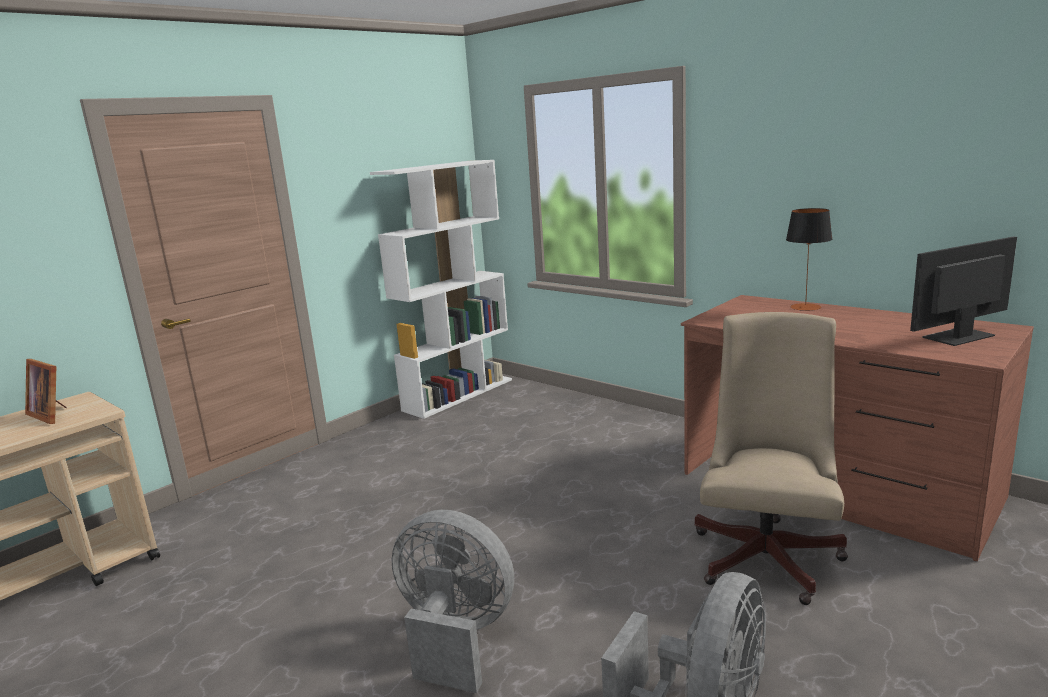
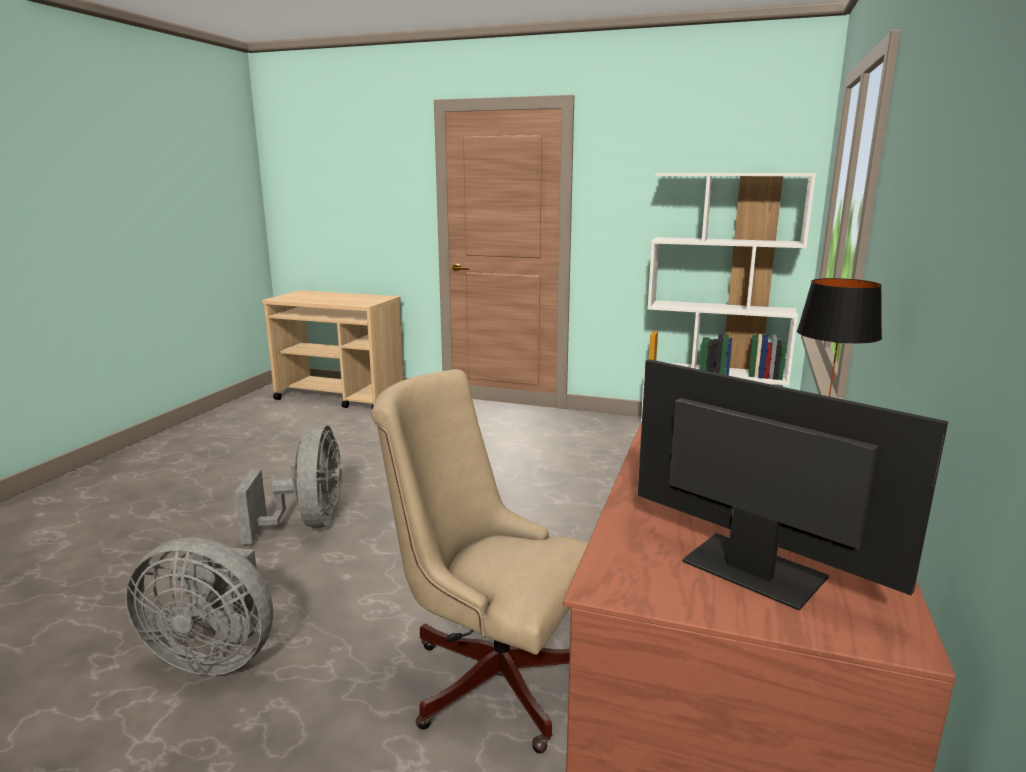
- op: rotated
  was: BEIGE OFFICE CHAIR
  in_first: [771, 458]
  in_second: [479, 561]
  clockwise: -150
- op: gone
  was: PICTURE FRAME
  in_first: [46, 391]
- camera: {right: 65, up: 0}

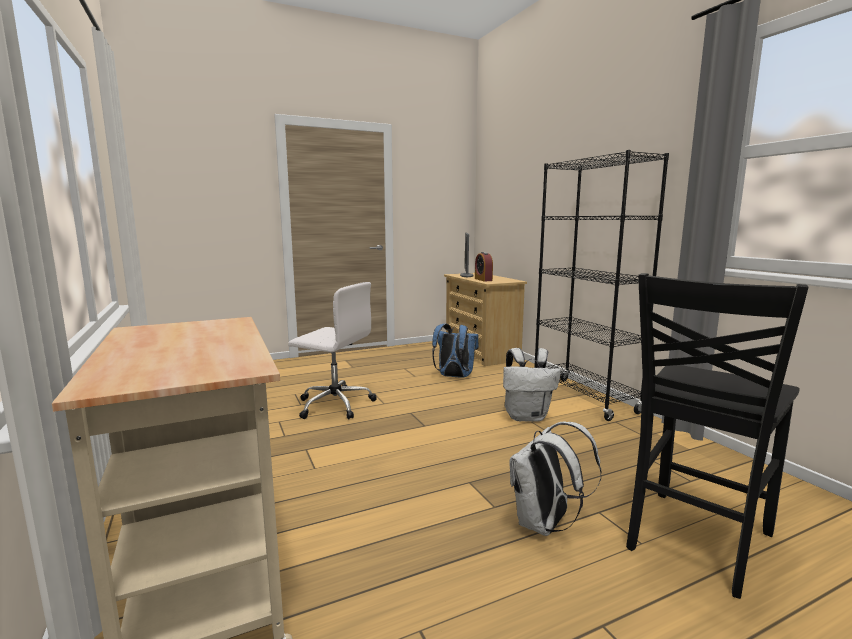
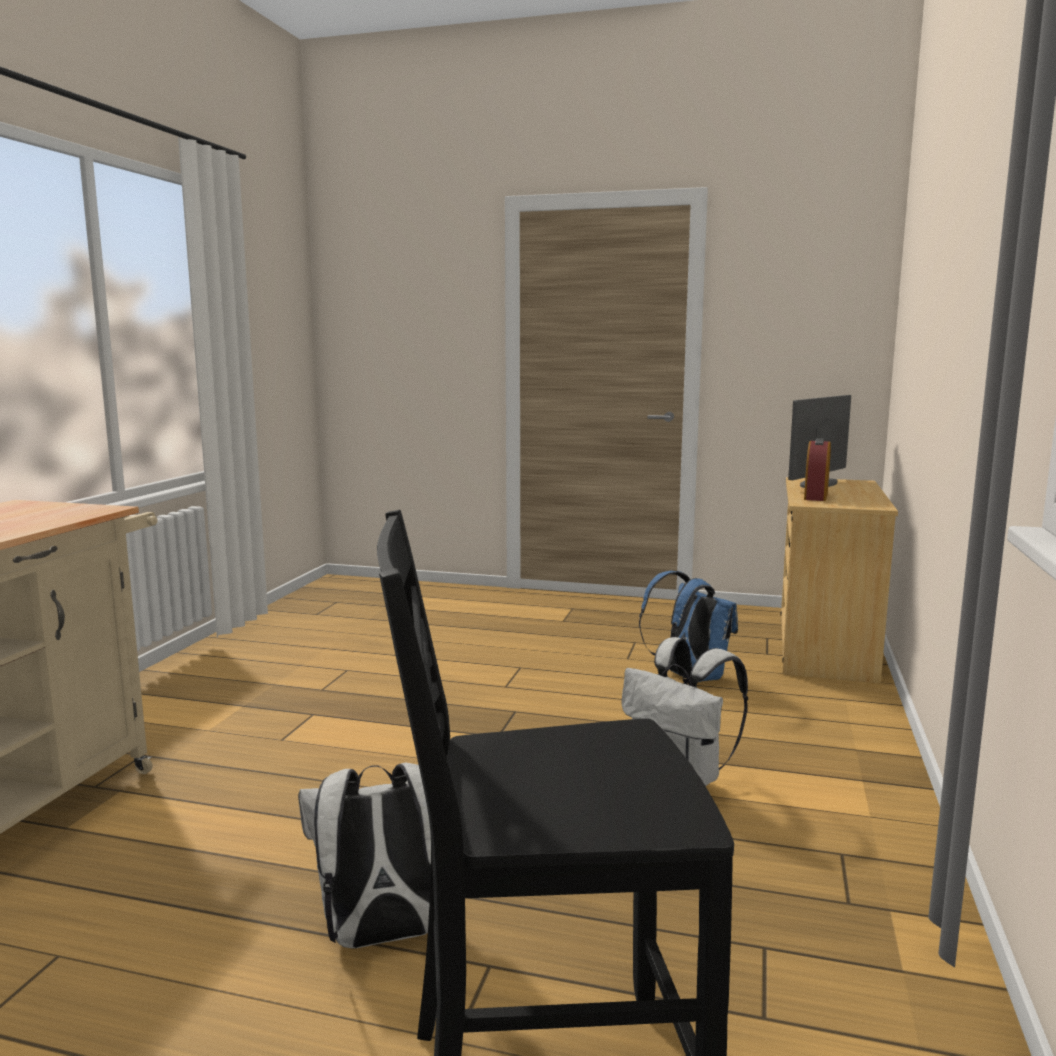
- op: gone
  was: WHITE OFFICE CHAIR
  in_first: [332, 350]
- op: gone
  was: BLACK BOOKCASE
  in_first: [601, 285]
- camera: {right: 40, up: 0}

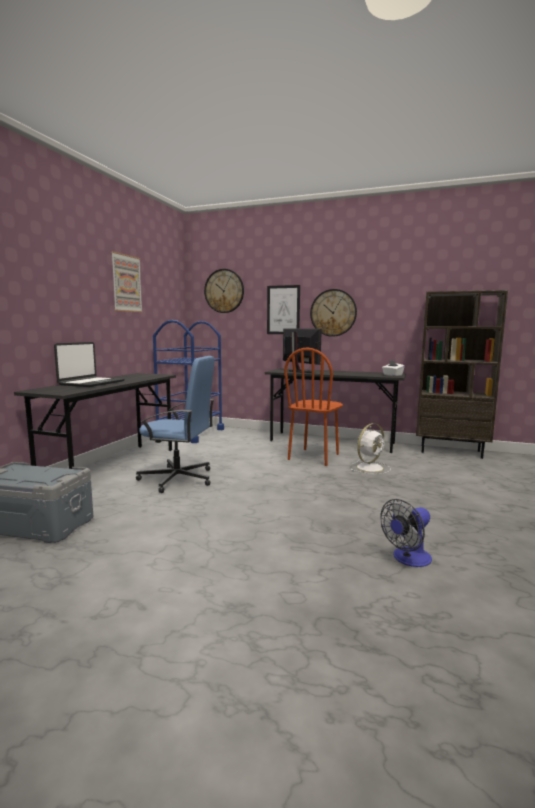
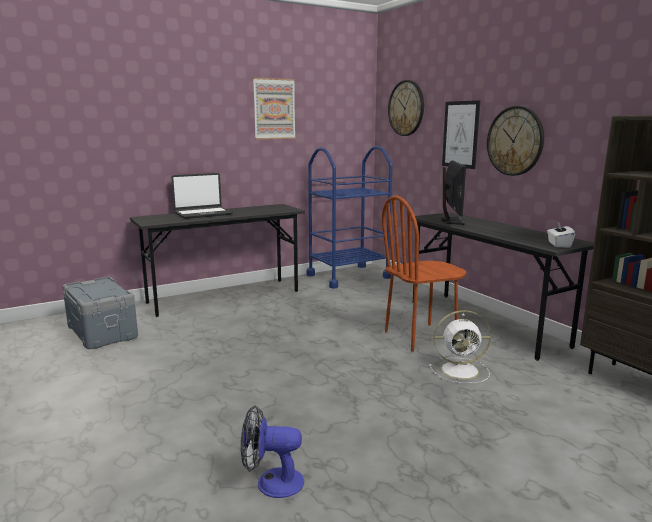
- op: gone
  was: BLUE OFFICE CHAIR
  in_first: [175, 424]
- camera: {right: 40, up: 5}

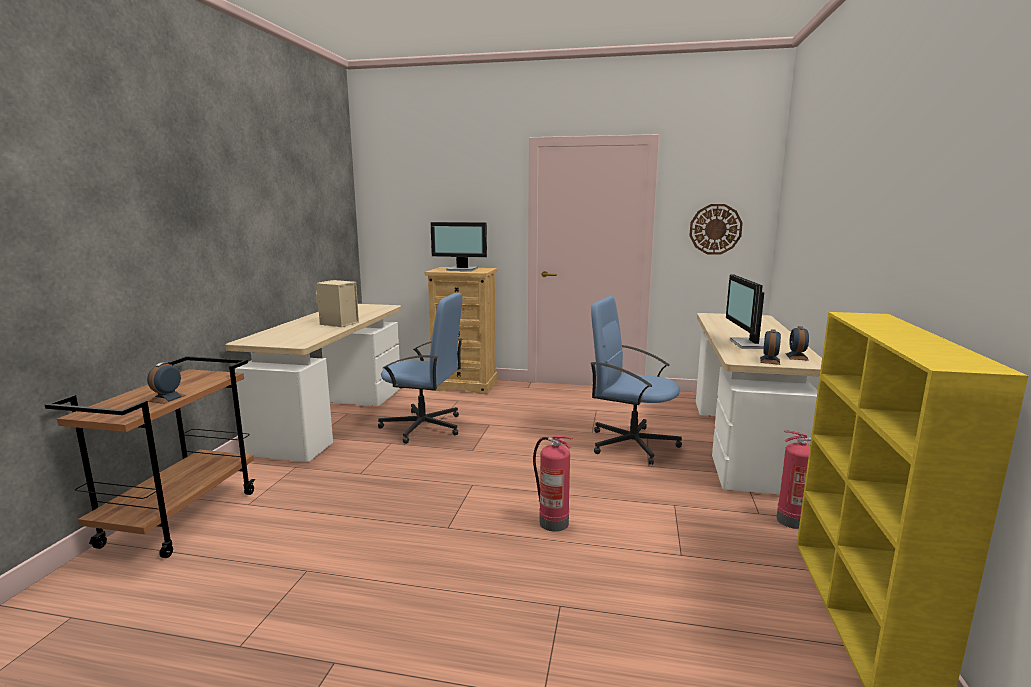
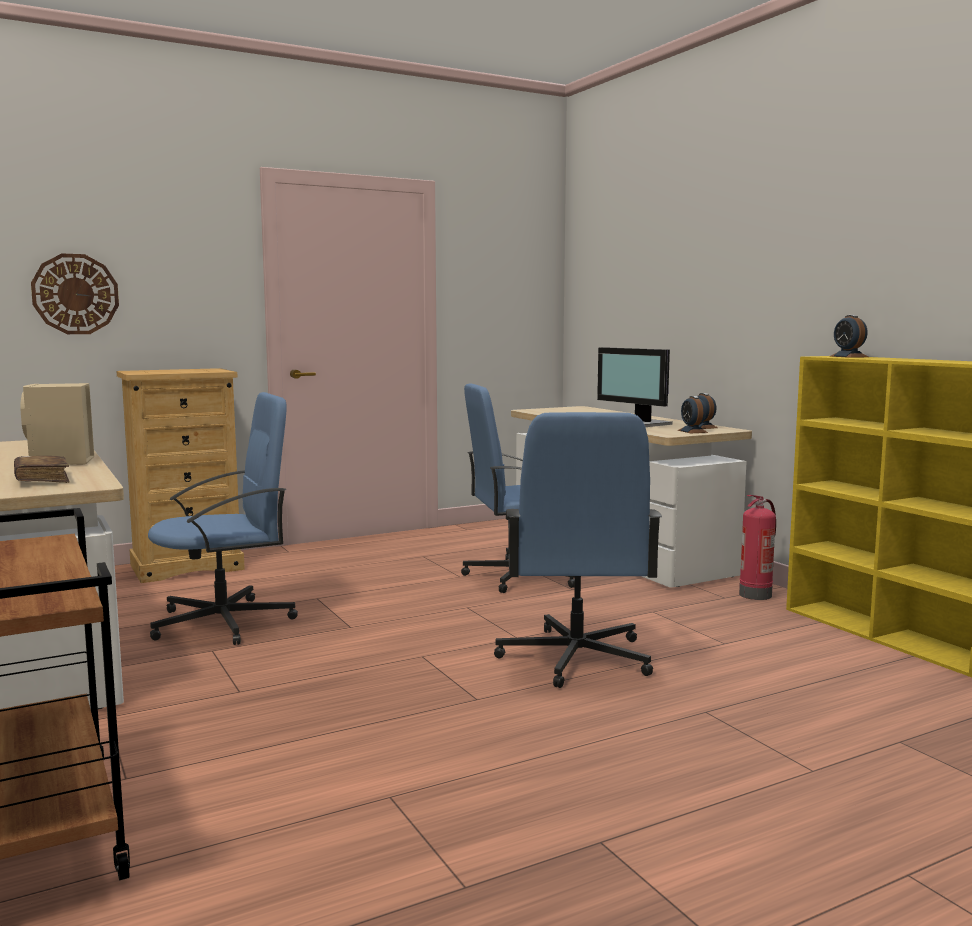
- op: new
  now: BROWN BOOK
  in_second: [42, 469]
- op: shifted
  was: WALL CLOCK
  in_first: [716, 229]
  in_second: [75, 294]
- op: swapped
  was: FIRE EXTINGUISHER
  now: BLUE OFFICE CHAIR
  in_first: [553, 484]
  in_second: [578, 550]
- op: shifted
  was: ALARM CLOCK
  in_first: [166, 383]
  in_second: [849, 336]
- op: gone
  was: MONITOR
  in_first: [458, 246]
- camera: {right: -40, up: -5}

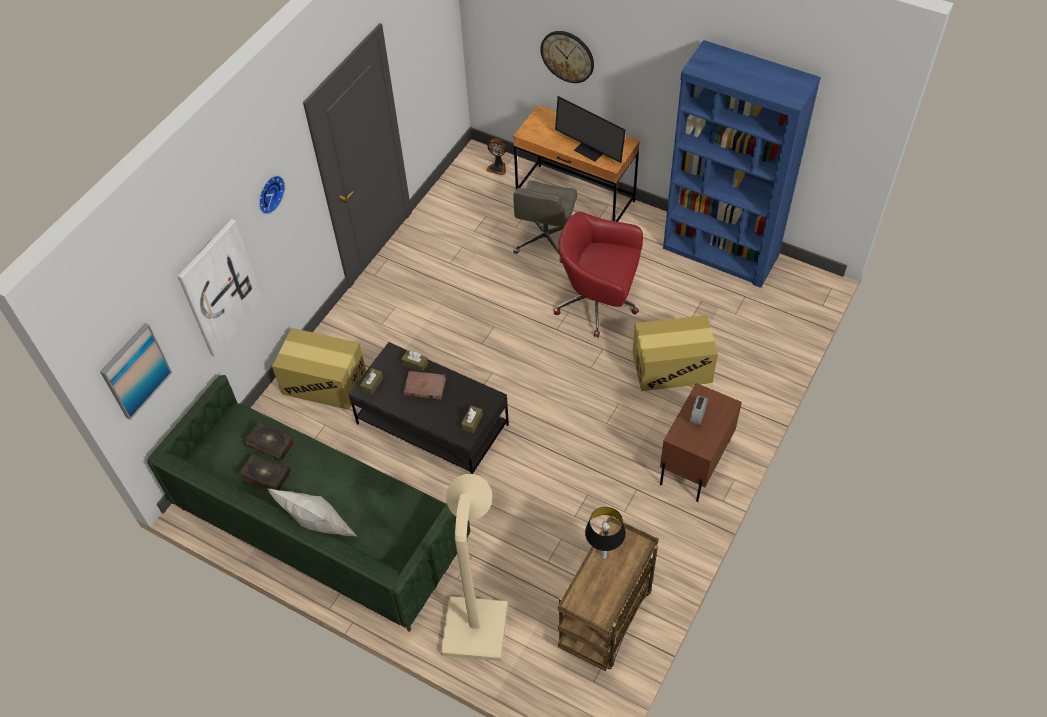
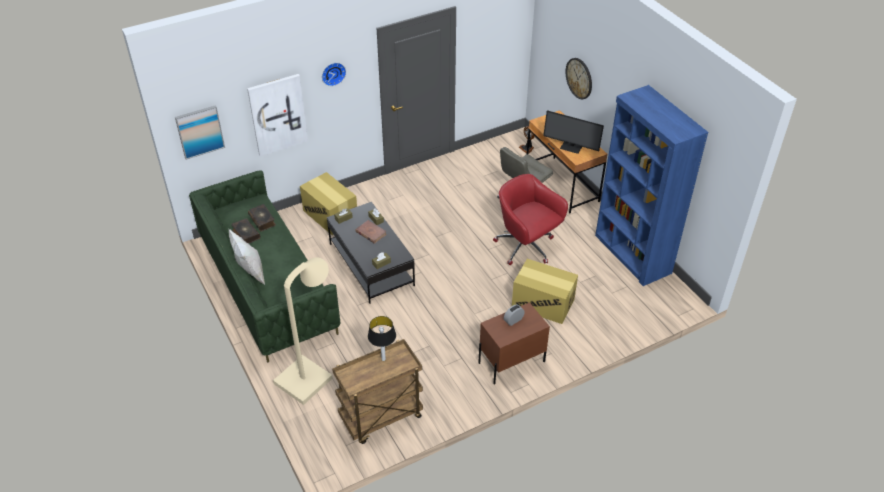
- op: rotated
  was: MONITOR
  in_first: [590, 129]
  in_second: [573, 132]
  clockwise: -45
- camera: {right: 30, up: -10}

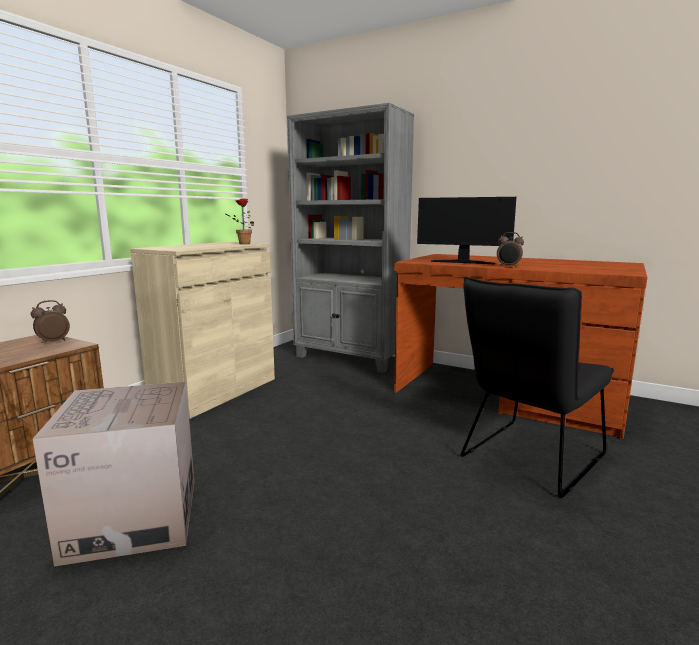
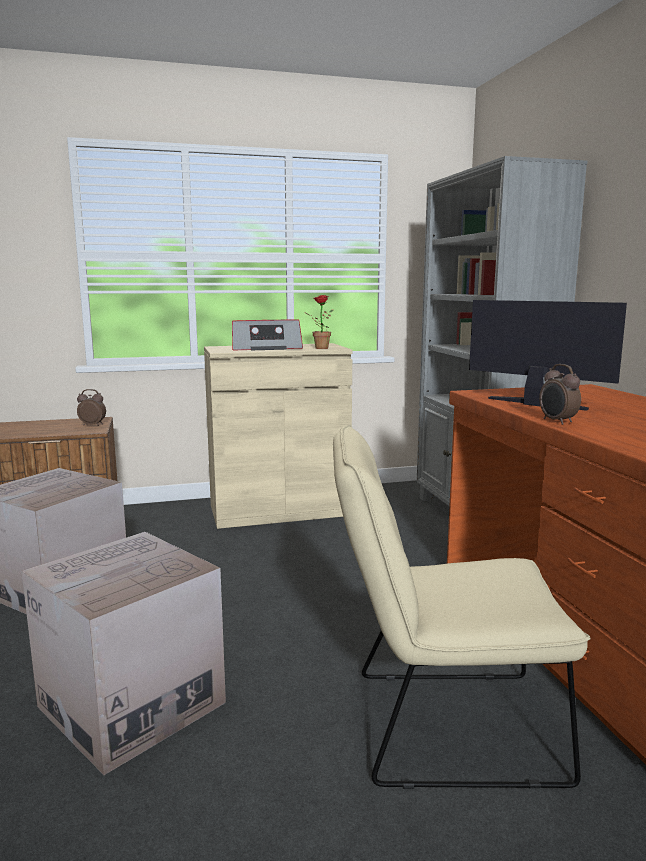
- op: new
  now: CARDBOARD BOX
  in_second: [124, 653]
- op: new
  now: RADIO
  in_second: [267, 335]
- op: repainted
  was: BLACK CHAIR
  now: BEIGE CHAIR
  in_first: [537, 387]
  in_second: [462, 607]
- op: rotated
  was: MONITOR
  in_first: [466, 230]
  in_second: [548, 355]
  clockwise: 150
- camera: {right: 45, up: 0}

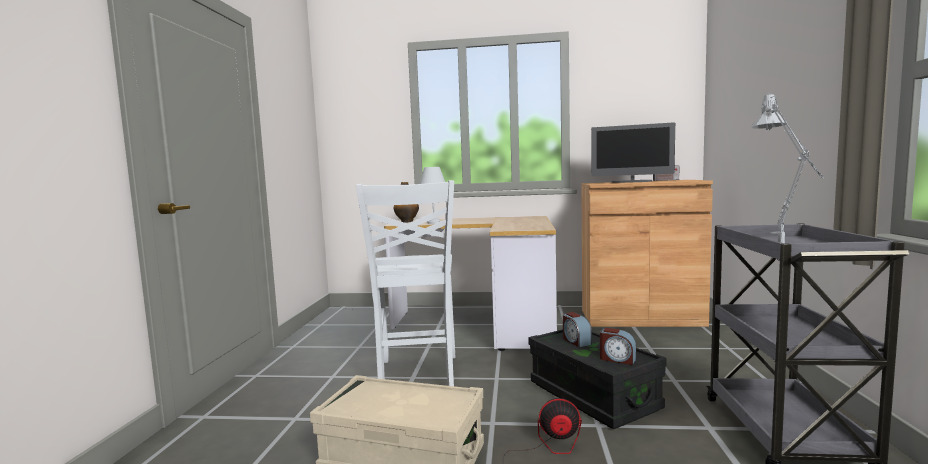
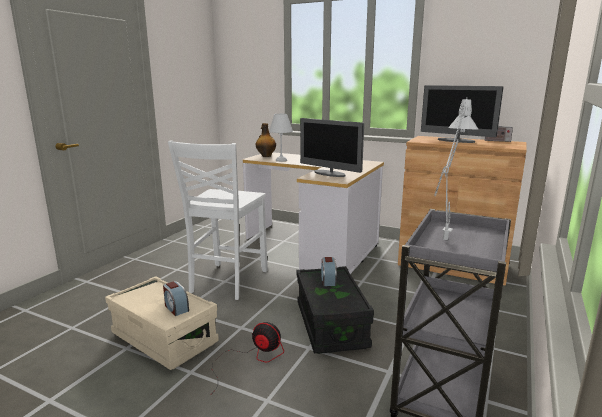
- op: shifted
  was: ALARM CLOCK
  in_first: [618, 346]
  in_second: [176, 298]
- op: new
  now: MONITOR
  in_second: [332, 147]
- camera: {right: 20, up: 10}

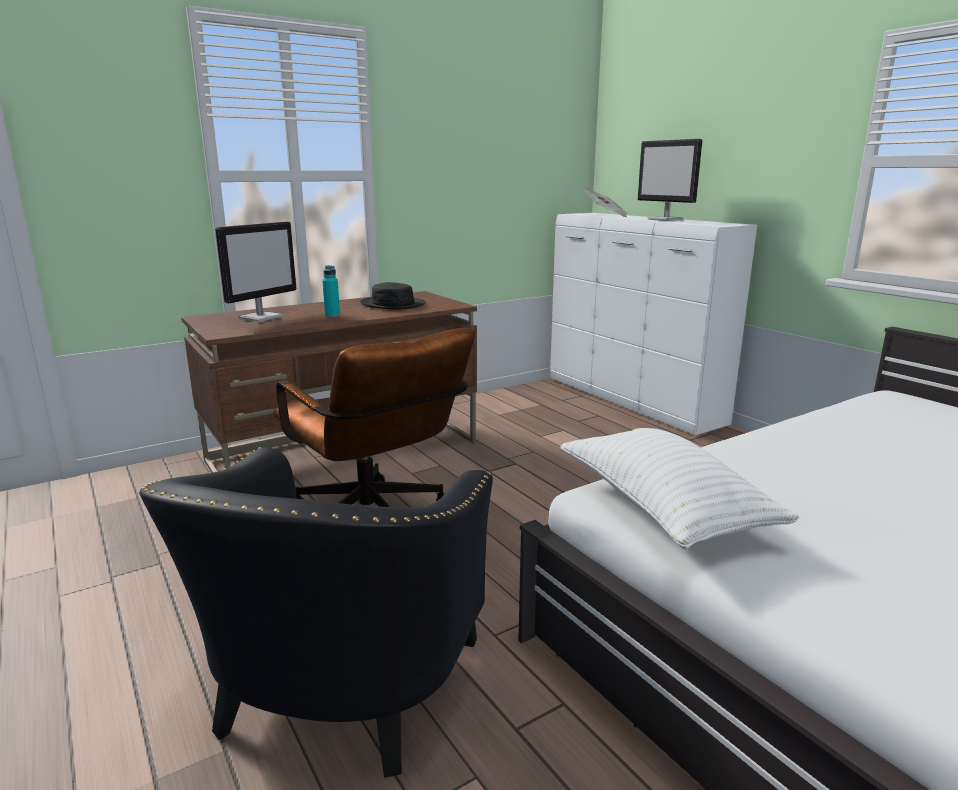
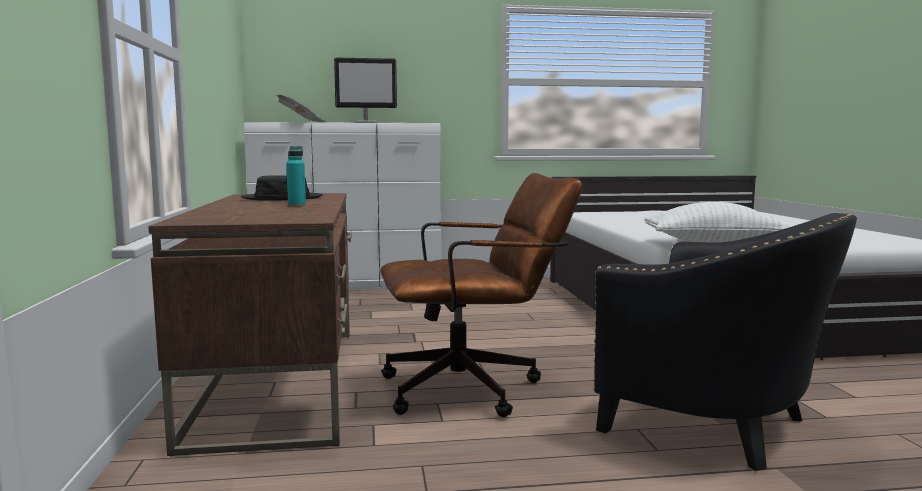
- op: gone
  was: MONITOR
  in_first: [255, 272]
- camera: {right: -65, up: -10}

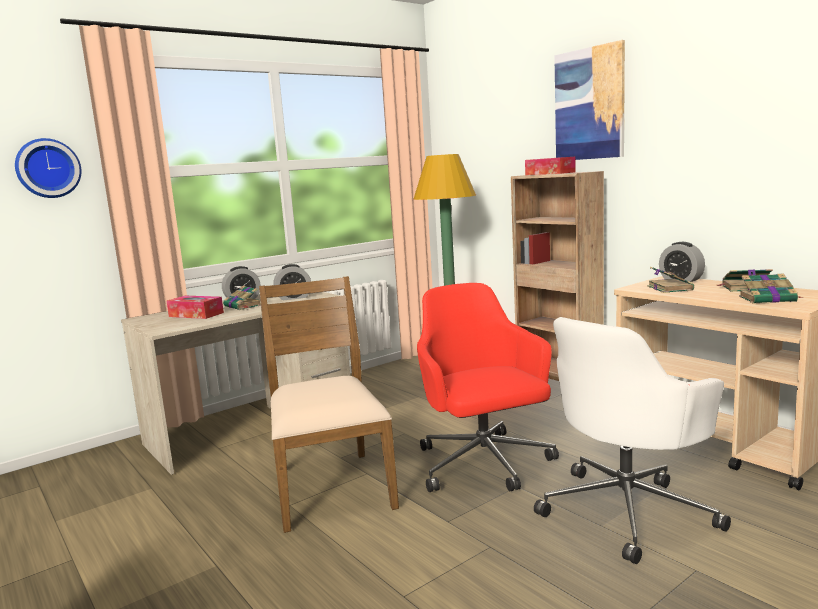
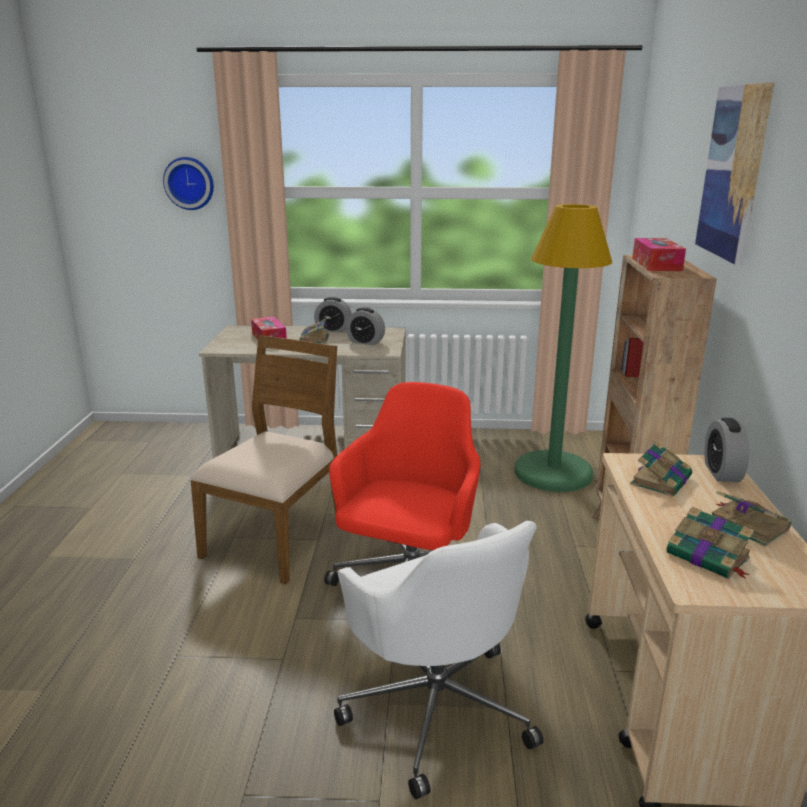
- op: rotated
  was: WHITE OFFICE CHAIR
  in_first: [632, 440]
  in_second: [439, 660]
  clockwise: -120
- camera: {right: 40, up: 10}

